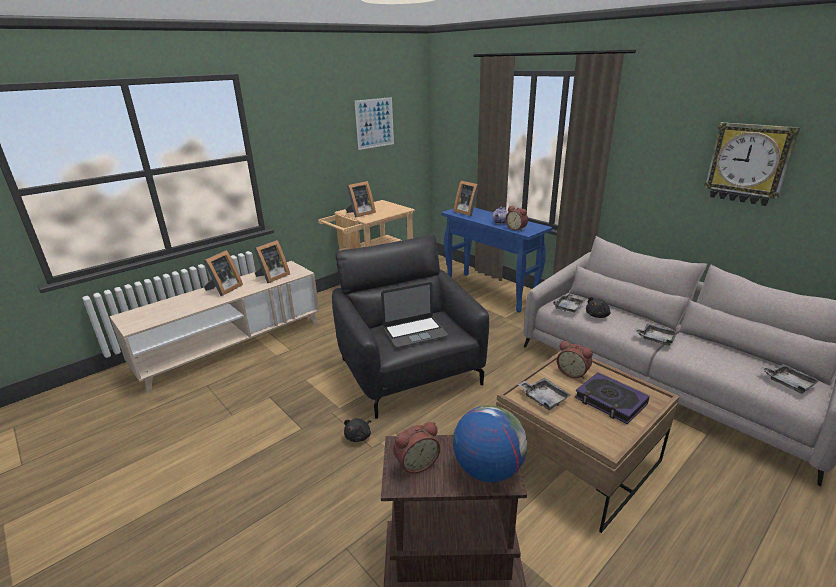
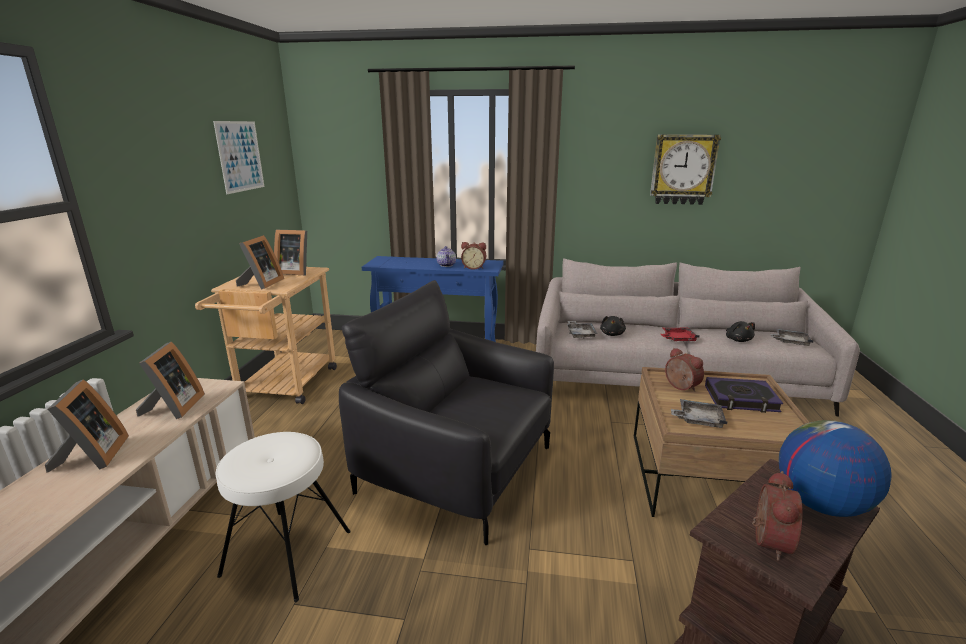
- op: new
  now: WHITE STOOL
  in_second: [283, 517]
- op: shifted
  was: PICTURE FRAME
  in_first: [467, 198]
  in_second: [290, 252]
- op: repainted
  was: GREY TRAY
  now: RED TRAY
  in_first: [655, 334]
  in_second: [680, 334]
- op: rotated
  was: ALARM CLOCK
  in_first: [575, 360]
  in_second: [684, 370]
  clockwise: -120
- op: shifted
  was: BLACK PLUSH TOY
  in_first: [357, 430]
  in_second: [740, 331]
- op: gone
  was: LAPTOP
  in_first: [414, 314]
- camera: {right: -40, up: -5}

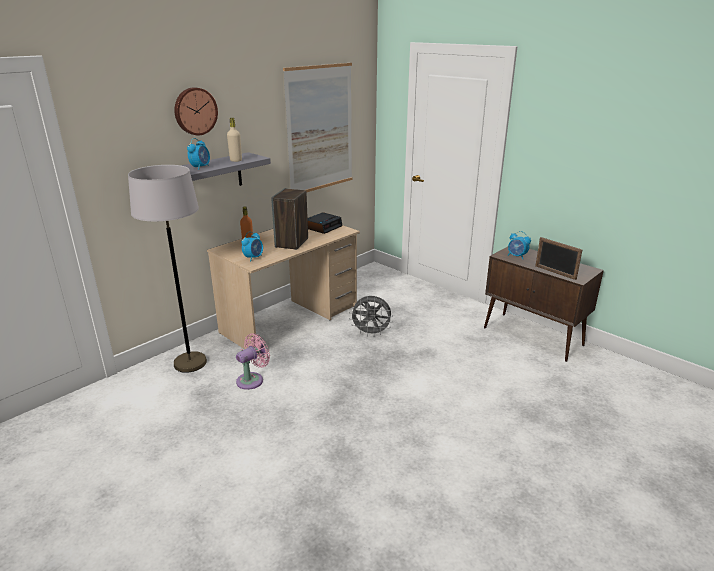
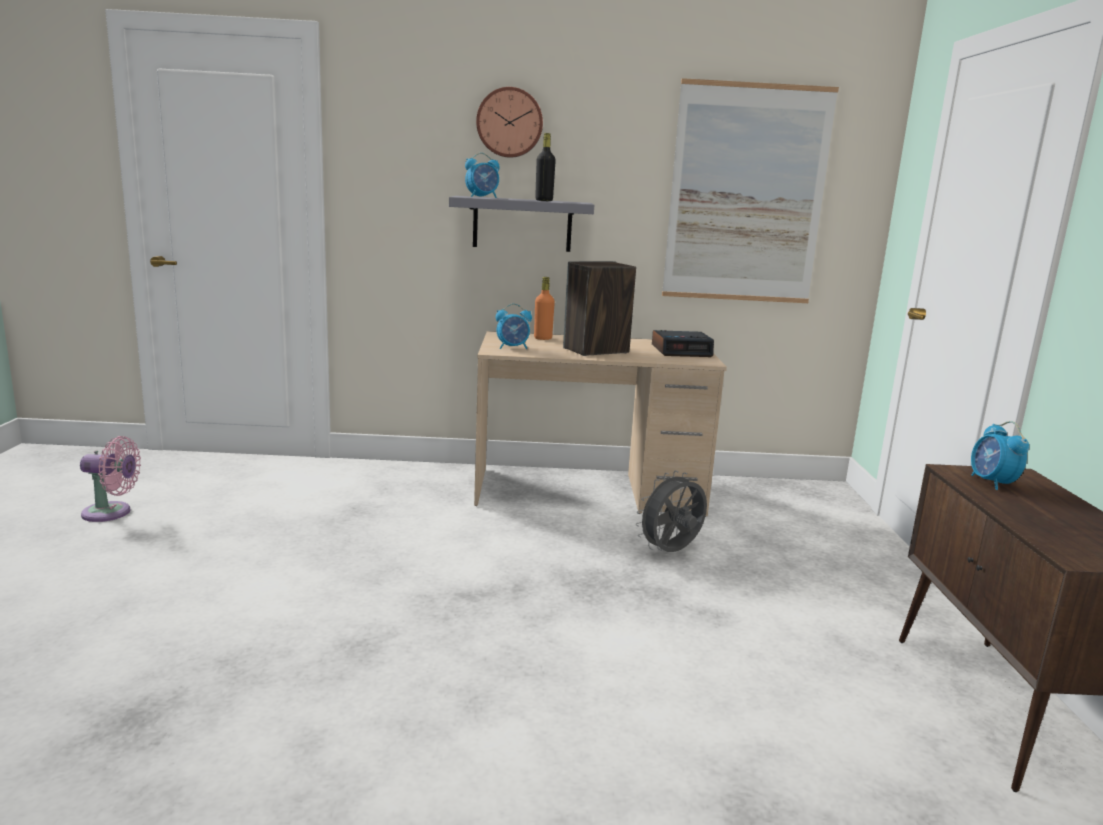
- op: shifted
  was: PINK FAN
  in_first: [253, 361]
  in_second: [110, 479]
- op: repainted
  was: BEIGE BOTTLE
  now: BLACK BOTTLE
  in_first: [234, 140]
  in_second: [545, 167]
- op: rotated
  was: GREY FAN
  in_first: [371, 316]
  in_second: [671, 511]
  clockwise: 90
- op: gone
  was: GREY FLOOR LAMP
  in_first: [167, 269]
- op: gone
  was: PICTURE FRAME
  in_first: [558, 258]
- camera: {right: 45, up: -10}

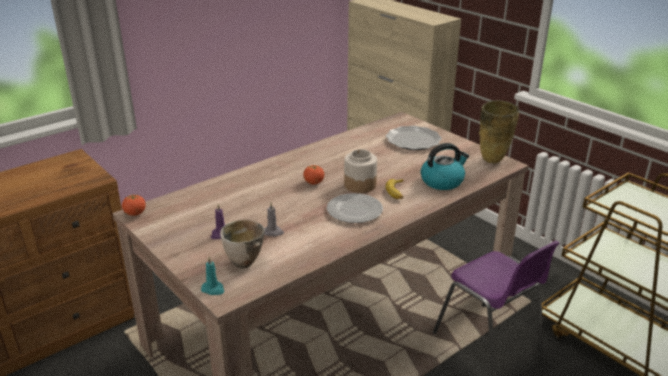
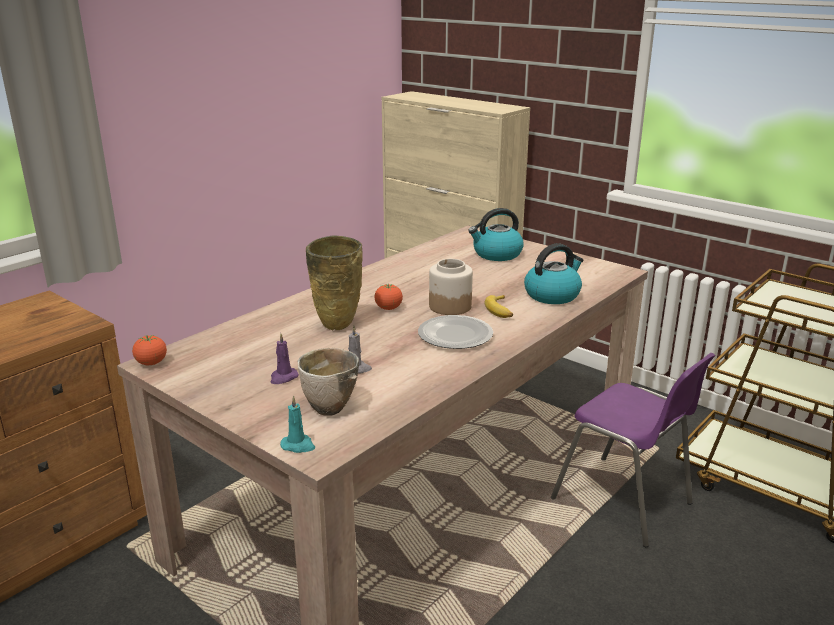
- op: shifted
  was: BEIGE VASE
  in_first: [499, 131]
  in_second: [334, 283]
- op: swapped
  was: PLATE
  now: KETTLE
  in_first: [414, 138]
  in_second: [496, 234]
- camera: {right: -10, up: -5}

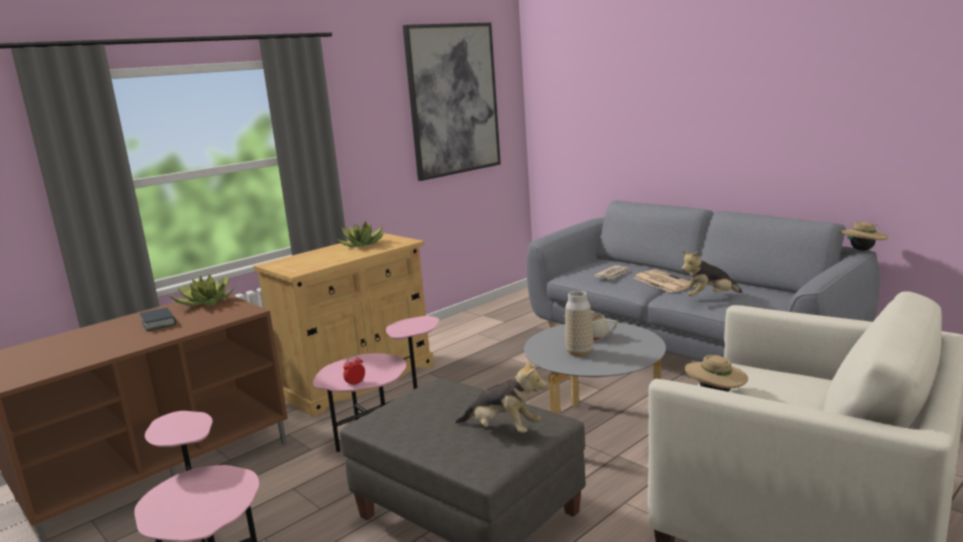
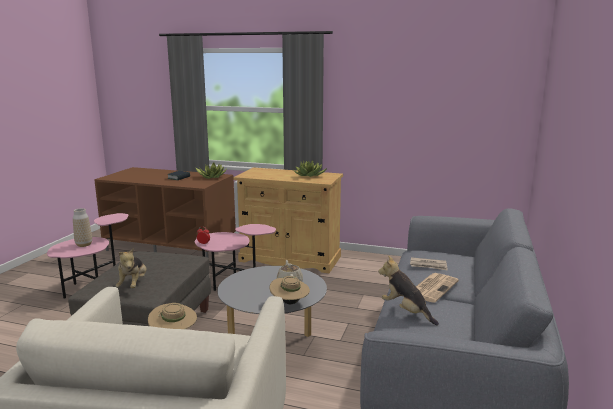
- op: shifted
  was: VASE
  in_first: [579, 324]
  in_second: [82, 227]
- op: shifted
  was: BEIGE HAT
  in_first: [864, 236]
  in_second: [290, 290]
- op: gone
  was: PICTURE
  in_first: [452, 102]
- camera: {right: 60, up: 0}

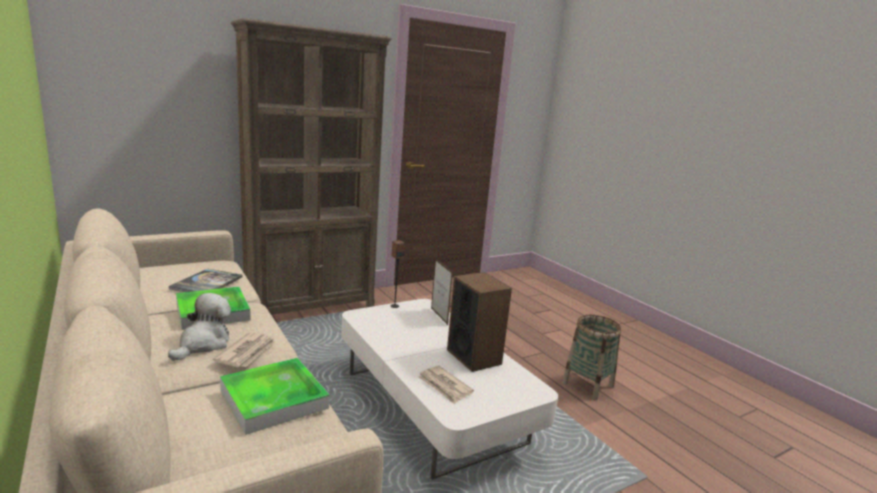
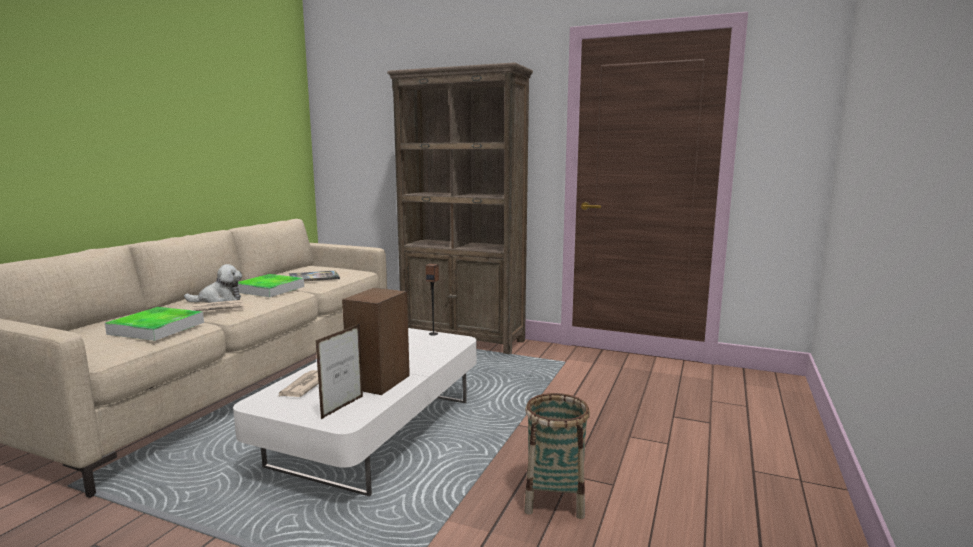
- op: shifted
  was: PICTURE FRAME
  in_first: [442, 291]
  in_second: [339, 371]
- camera: {right: 55, up: -5}

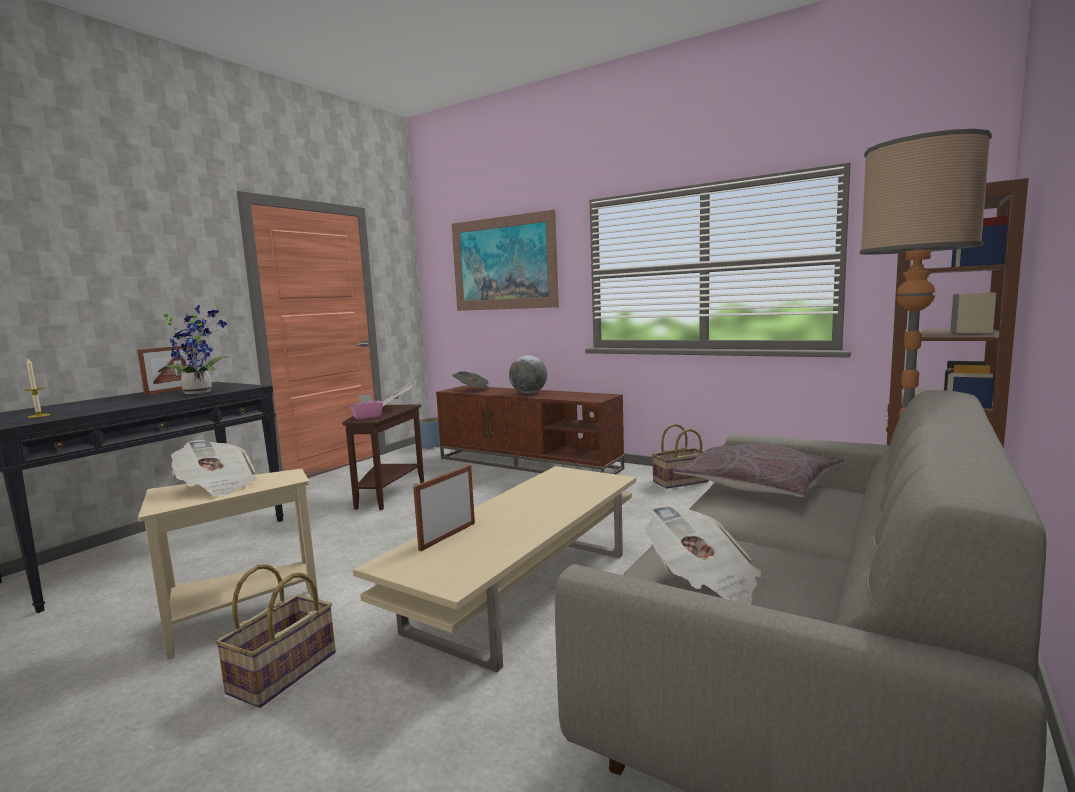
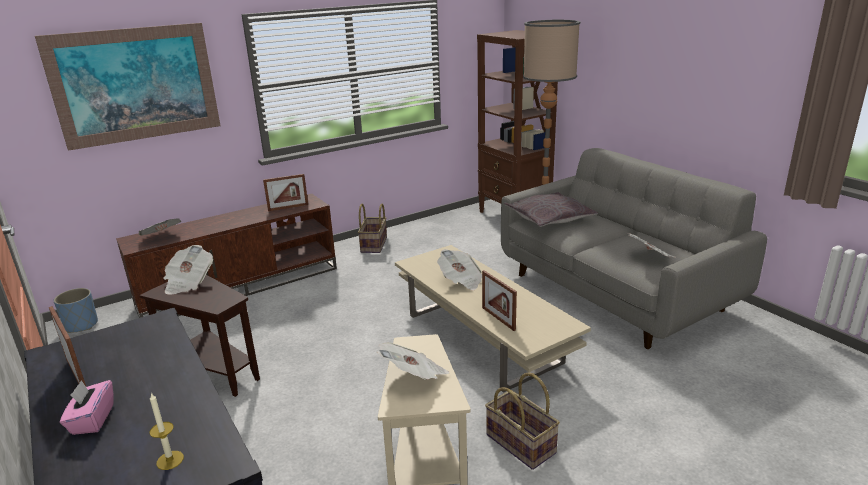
- op: shifted
  was: PINK TISSUE BOX
  in_first: [366, 407]
  in_second: [87, 407]
- op: new
  now: PICTURE FRAME
  in_second: [285, 192]
- op: new
  now: NEWSPAPER
  in_second: [459, 269]
- op: gone
  was: POTTED PLANT
  in_first: [194, 349]
- op: gone
  was: GLOBE
  in_first: [528, 374]
- camera: {right: -65, up: 15}

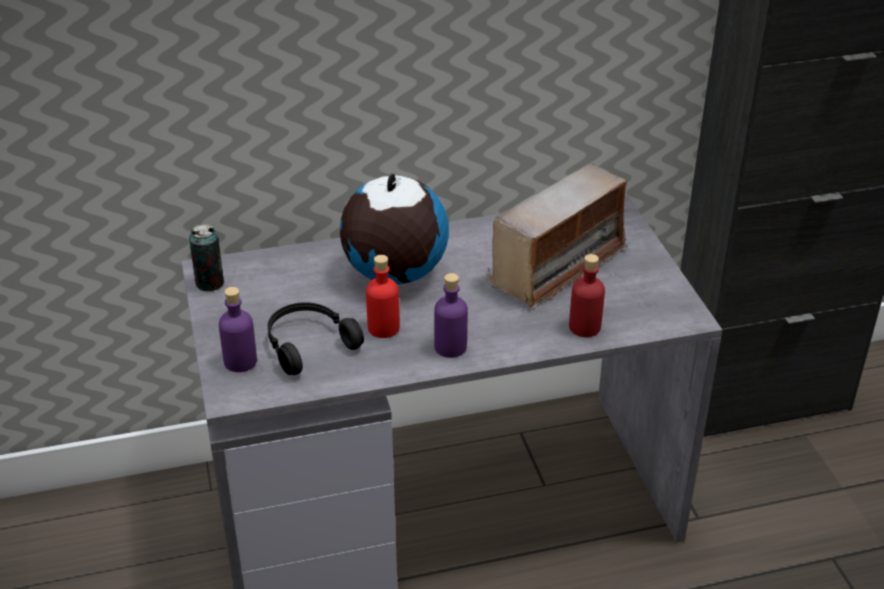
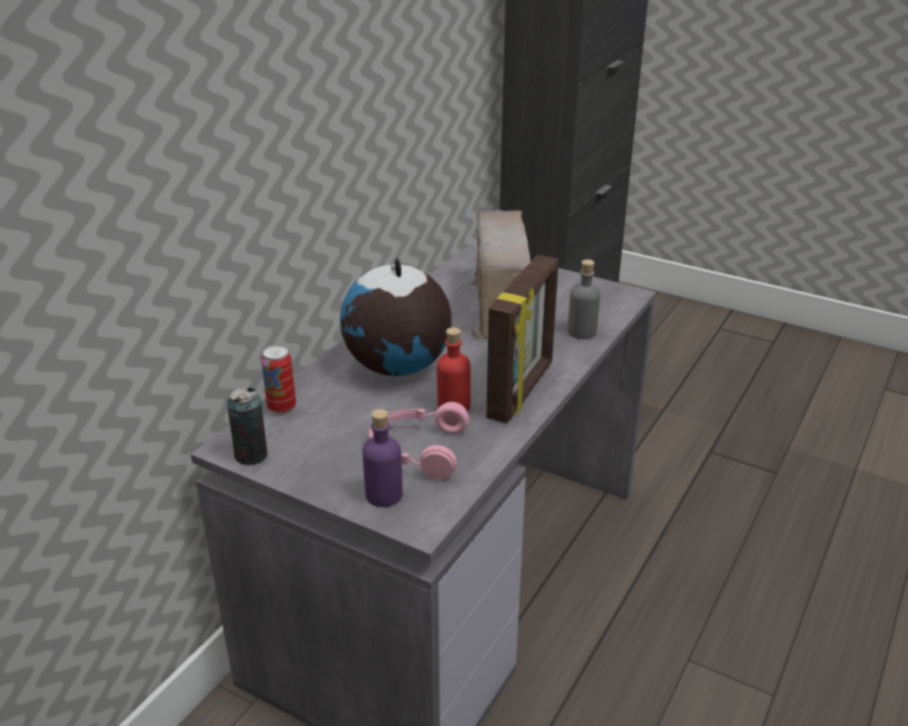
- op: new
  now: CAN
  in_second: [278, 379]
- op: repainted
  was: BLACK HEADPHONES
  now: PINK HEADPHONES
  in_first: [316, 338]
  in_second: [419, 440]
- op: swapped
  was: PURPLE BOTTLE
  now: PICTURE FRAME
  in_first: [451, 315]
  in_second: [522, 339]
- op: repainted
  was: RED BOTTLE
  now: GREY BOTTLE
  in_first: [587, 295]
  in_second: [584, 299]
- camera: {right: -45, up: -5}

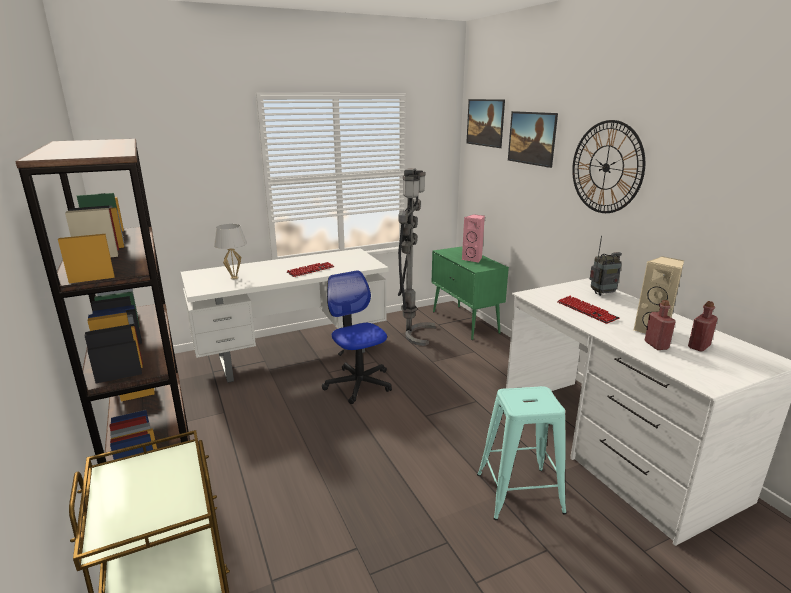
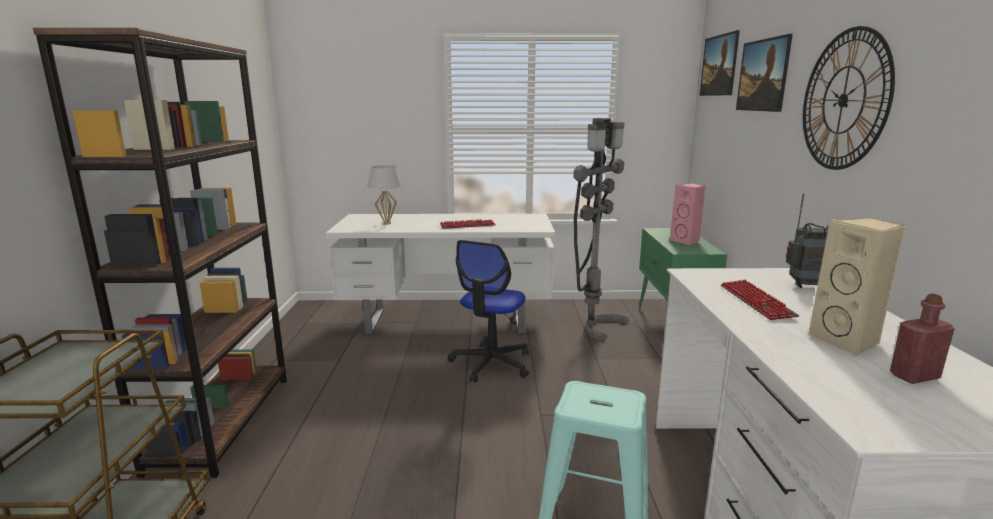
- op: rotated
  was: OFFICE CHAIR
  in_first: [357, 337]
  in_second: [488, 311]
  clockwise: -150
- op: gone
  was: RED BOTTLE
  in_first: [660, 325]
- camera: {right: 25, up: -5}

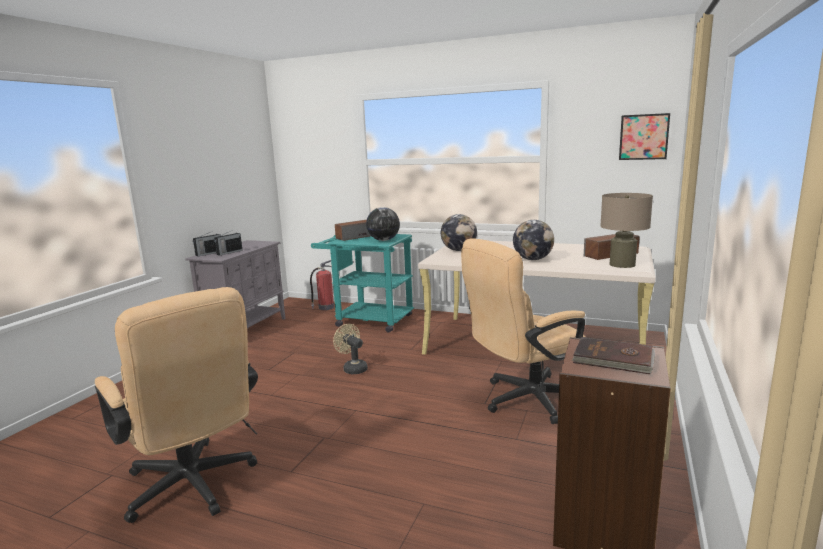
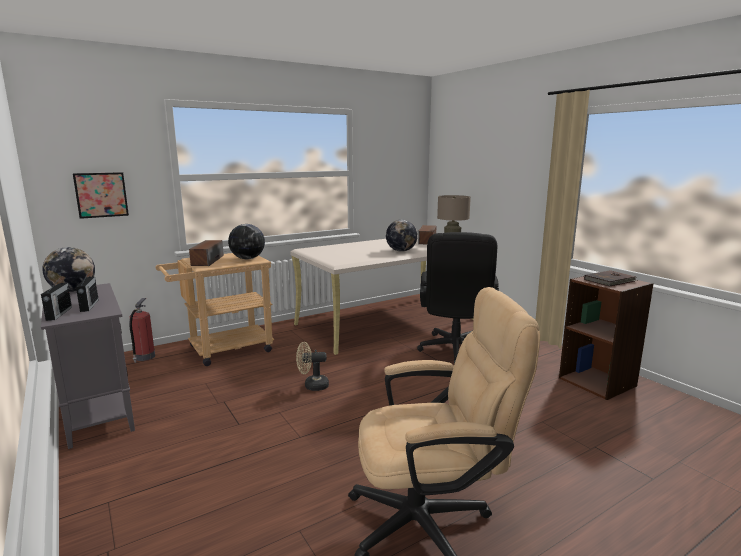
- op: shifted
  was: GLOBE
  in_first: [459, 232]
  in_second: [68, 269]
- op: shifted
  was: PICTURE
  in_first: [644, 136]
  in_second: [101, 195]
- op: repainted
  was: TURQUOISE CART
  now: BEIGE CART
  in_first: [362, 283]
  in_second: [214, 309]
- op: repainted
  was: BEIGE OFFICE CHAIR
  now: BLACK OFFICE CHAIR
  in_first: [523, 331]
  in_second: [458, 298]
- camera: {right: -55, up: 0}

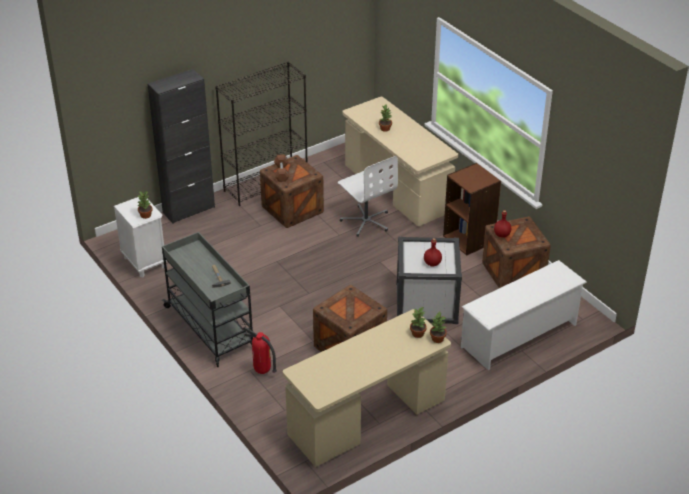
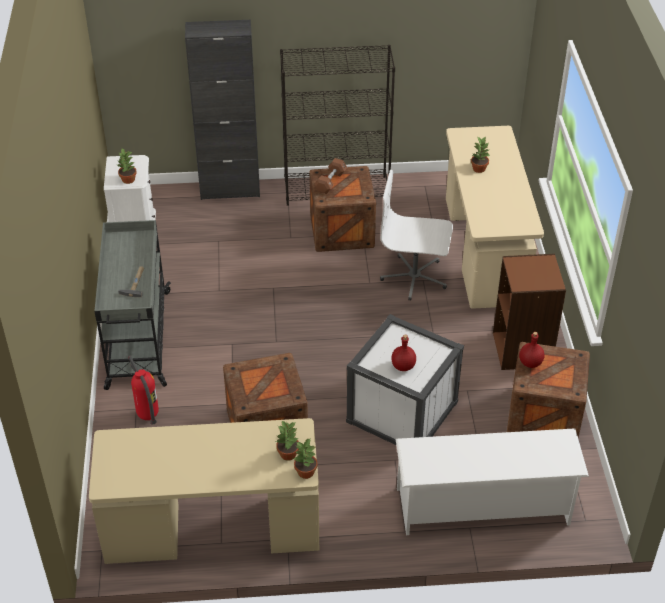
- op: rotated
  was: WHITE OFFICE CHAIR
  in_first: [368, 196]
  in_second: [416, 235]
  clockwise: 105
- camera: {right: 30, up: 5}

